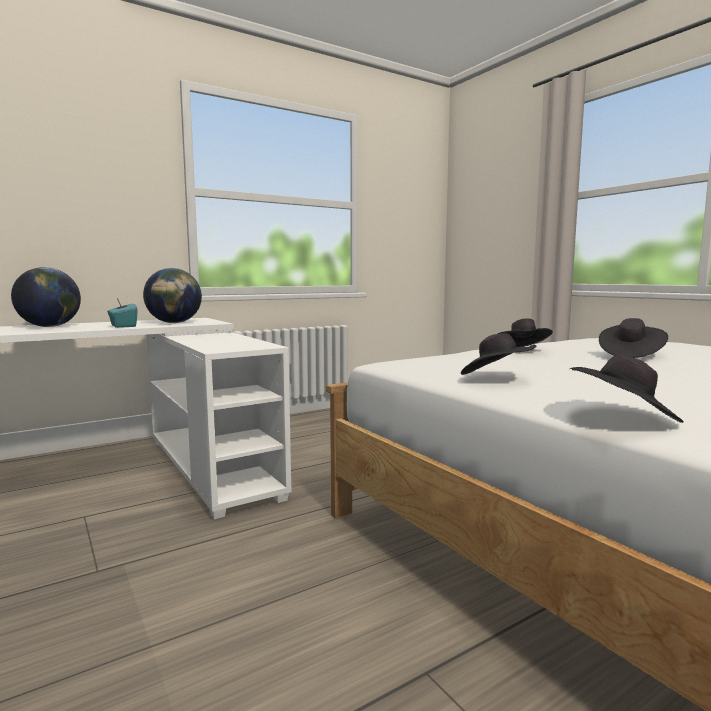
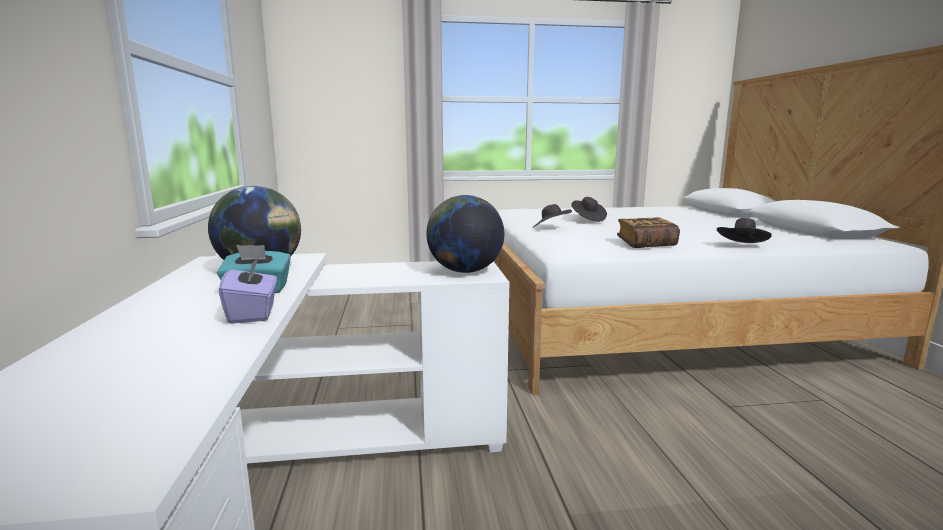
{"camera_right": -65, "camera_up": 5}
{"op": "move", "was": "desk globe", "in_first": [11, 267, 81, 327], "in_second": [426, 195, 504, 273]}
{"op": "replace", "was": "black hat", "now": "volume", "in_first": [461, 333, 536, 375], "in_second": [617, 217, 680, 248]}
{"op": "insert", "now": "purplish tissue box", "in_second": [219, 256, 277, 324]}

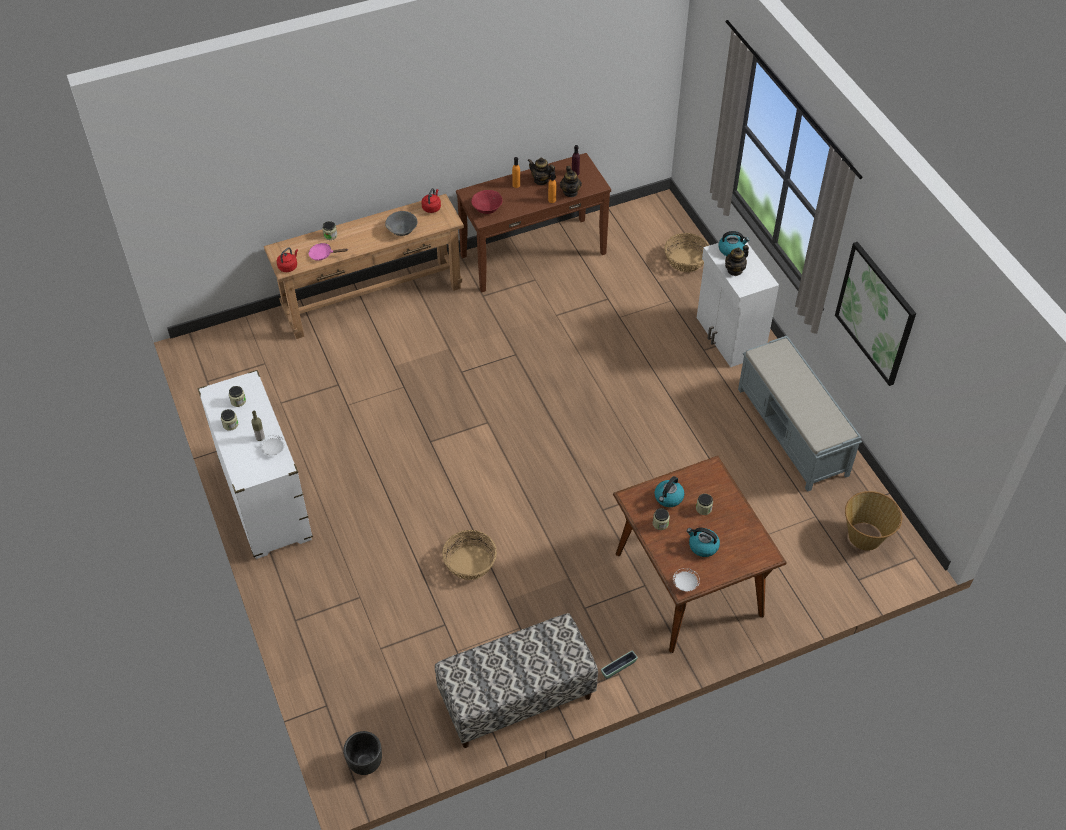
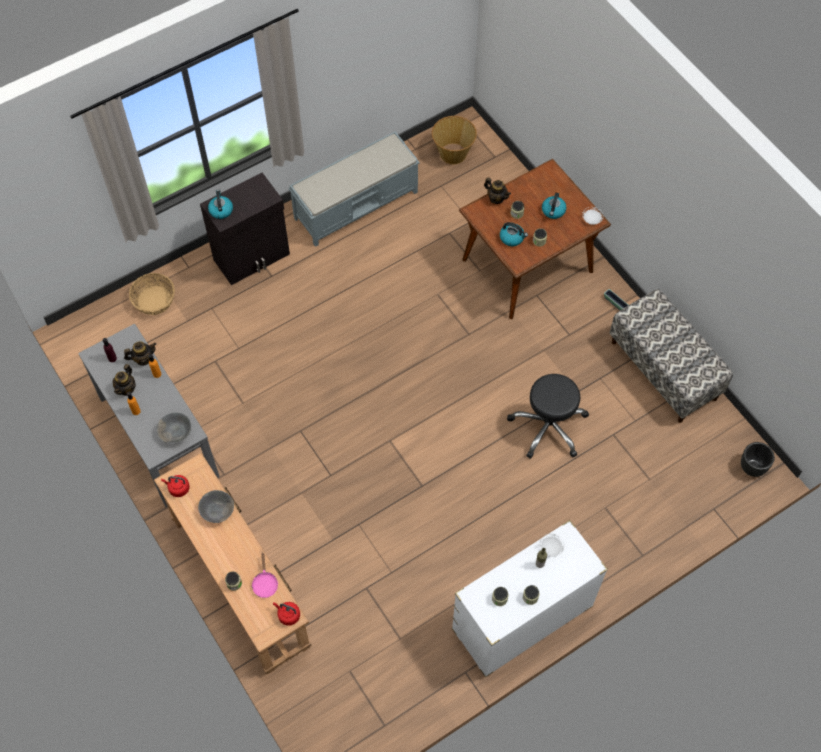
{"camera_right": -100, "camera_up": 10}
{"op": "recolor", "was": "brownish narrow table", "now": "gray narrow table", "in_first": [456, 153, 611, 292], "in_second": [78, 324, 220, 507]}
{"op": "recolor", "was": "red bowl", "now": "gray bowl", "in_first": [471, 190, 503, 214], "in_second": [157, 412, 191, 443]}
{"op": "recolor", "was": "white storage cabinet", "now": "black storage cabinet", "in_first": [697, 236, 779, 367], "in_second": [200, 173, 290, 285]}
{"op": "delete", "was": "wall art", "in_first": [835, 242, 916, 386]}
{"op": "move", "was": "pot for tea", "in_first": [725, 245, 749, 276], "in_second": [484, 177, 511, 204]}
{"op": "replace", "was": "household basket", "now": "black stool", "in_first": [442, 530, 497, 580], "in_second": [507, 374, 589, 459]}

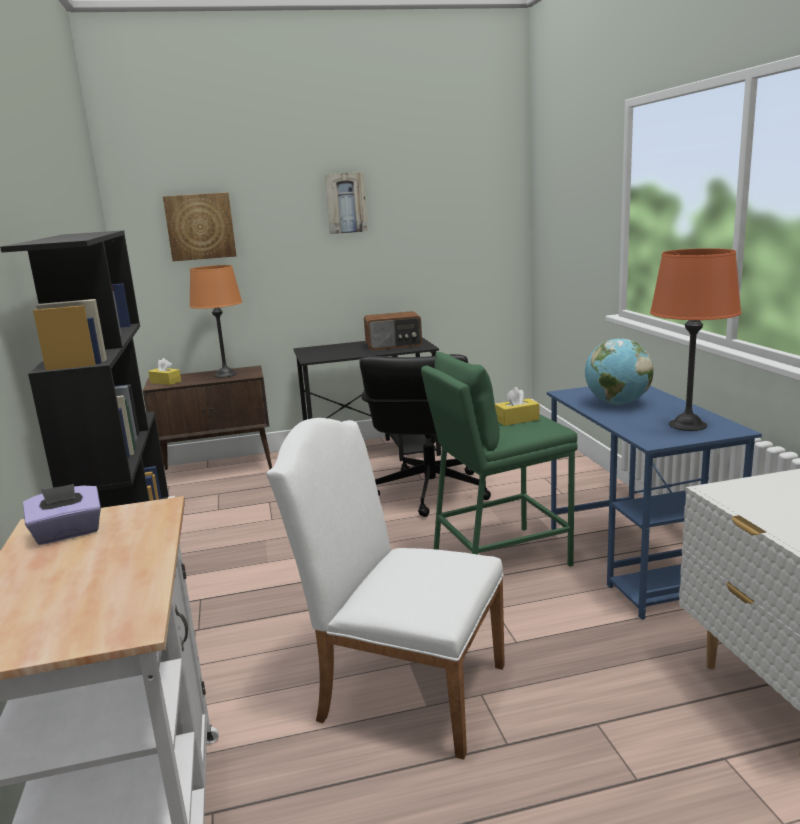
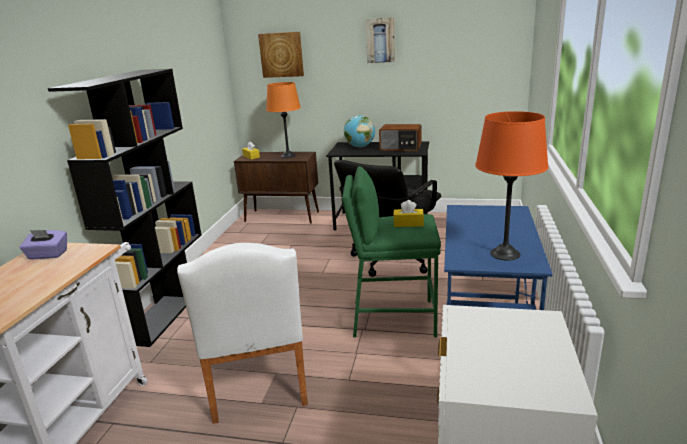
{"camera_right": 25, "camera_up": 5}
{"op": "move", "was": "desk globe", "in_first": [585, 338, 654, 405], "in_second": [344, 115, 375, 147]}
{"op": "rotate", "was": "white plain chair", "in_first": [266, 418, 505, 760], "in_second": [177, 243, 308, 424], "clockwise": -150}

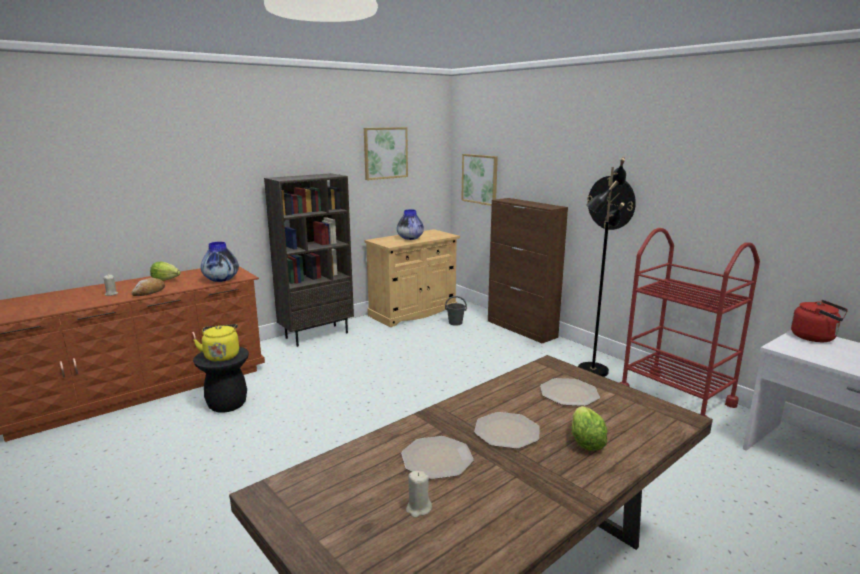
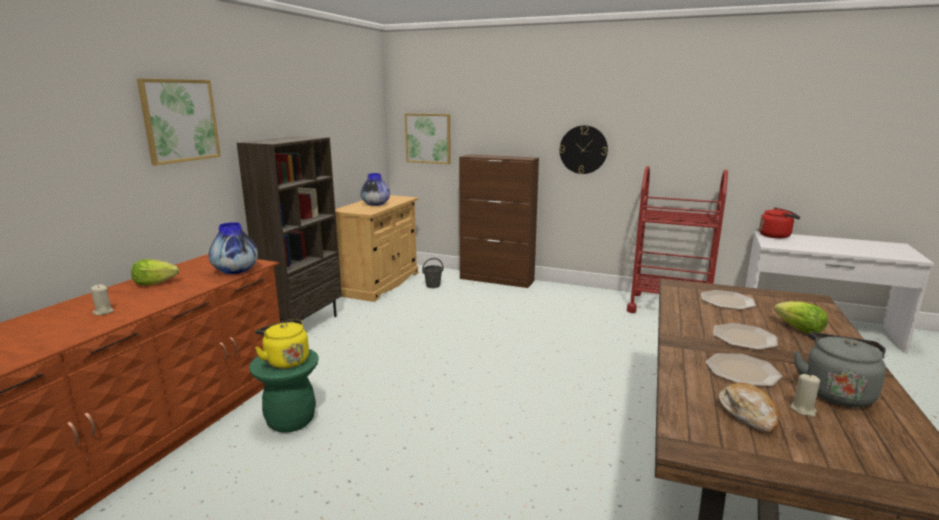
{"camera_right": -30, "camera_up": 0}
{"op": "move", "was": "wall art", "in_first": [364, 127, 408, 180], "in_second": [137, 78, 221, 166]}
{"op": "delete", "was": "black floor lamp", "in_first": [578, 157, 626, 377]}
{"op": "move", "was": "bread", "in_first": [131, 278, 165, 296], "in_second": [718, 383, 780, 434]}
{"op": "recolor", "was": "black stool", "now": "green-coloured stool", "in_first": [193, 347, 249, 413], "in_second": [249, 349, 319, 433]}
{"op": "insert", "now": "gray tea kettle", "in_second": [794, 332, 886, 407]}

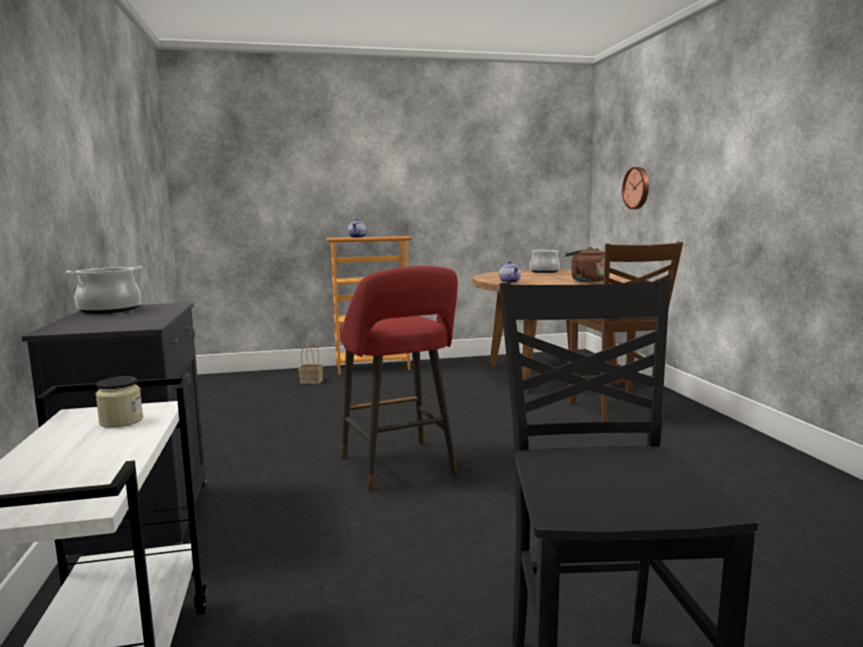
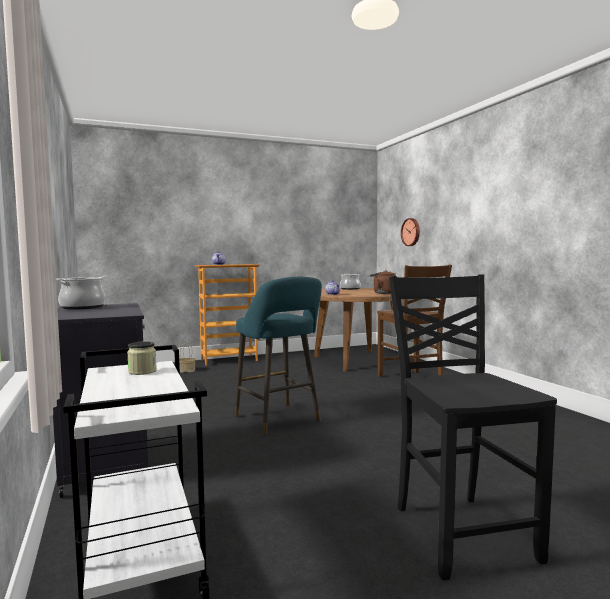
{"camera_right": -10, "camera_up": -5}
{"op": "recolor", "was": "red stool", "now": "blue-green stool", "in_first": [340, 266, 458, 491], "in_second": [235, 277, 322, 435]}

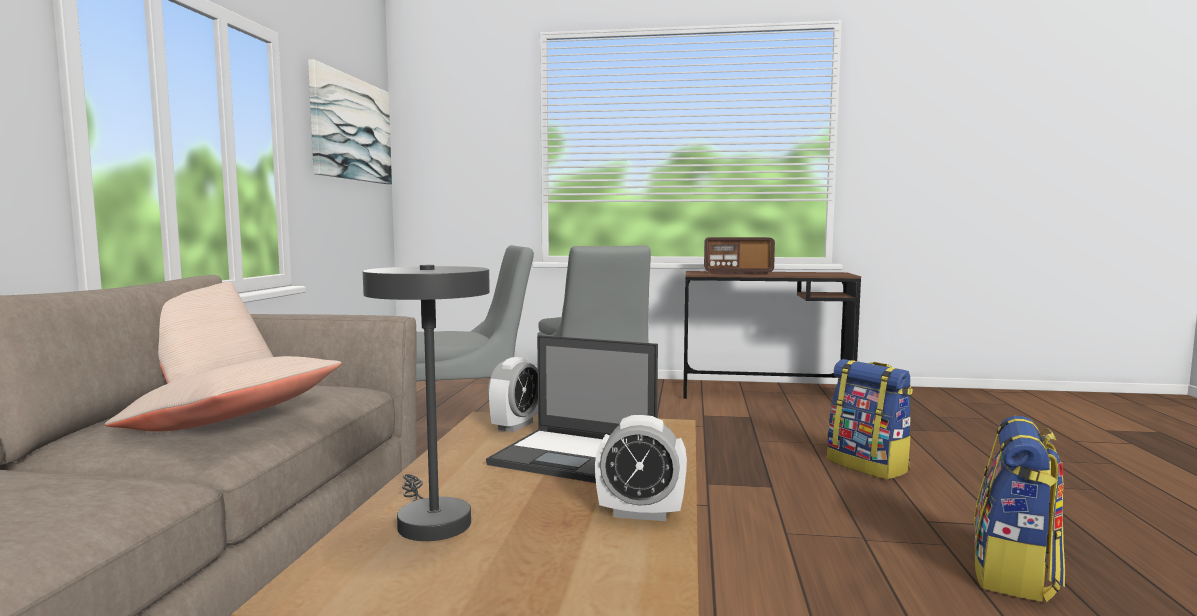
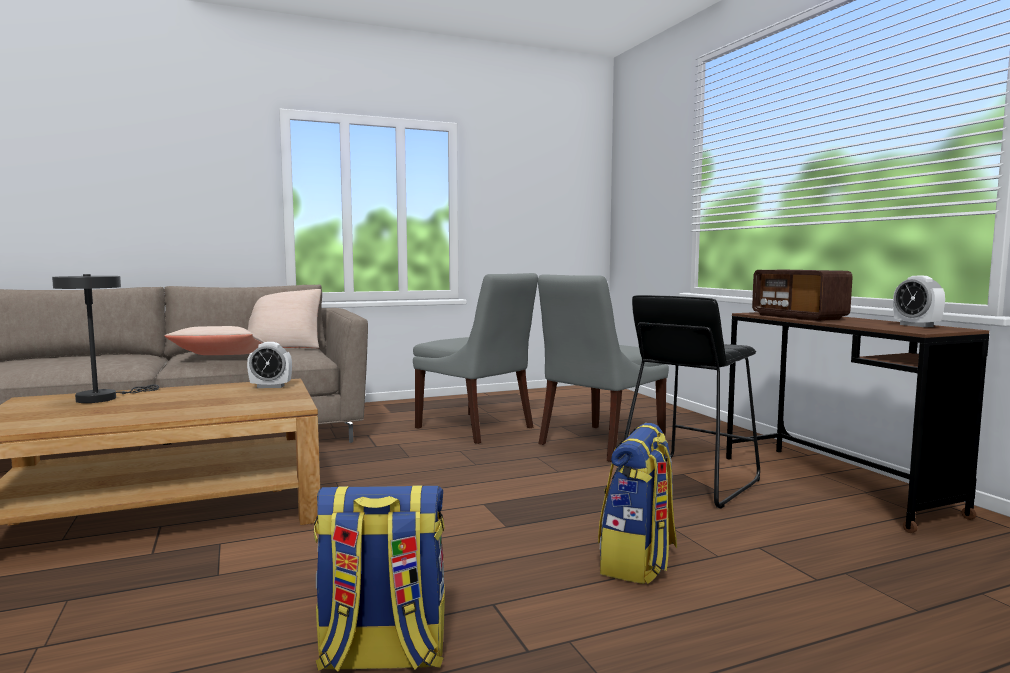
{"camera_right": 60, "camera_up": 0}
{"op": "delete", "was": "wall art", "in_first": [308, 59, 392, 184]}
{"op": "delete", "was": "notebook computer", "in_first": [486, 335, 658, 483]}
{"op": "move", "was": "table clock", "in_first": [595, 415, 687, 521], "in_second": [893, 276, 945, 327]}
{"op": "insert", "now": "black stool", "in_second": [624, 295, 760, 509]}

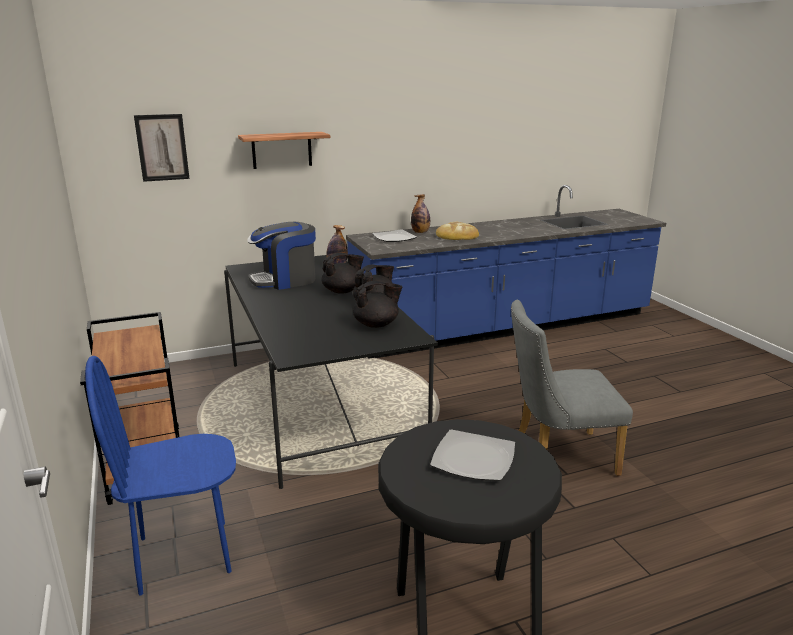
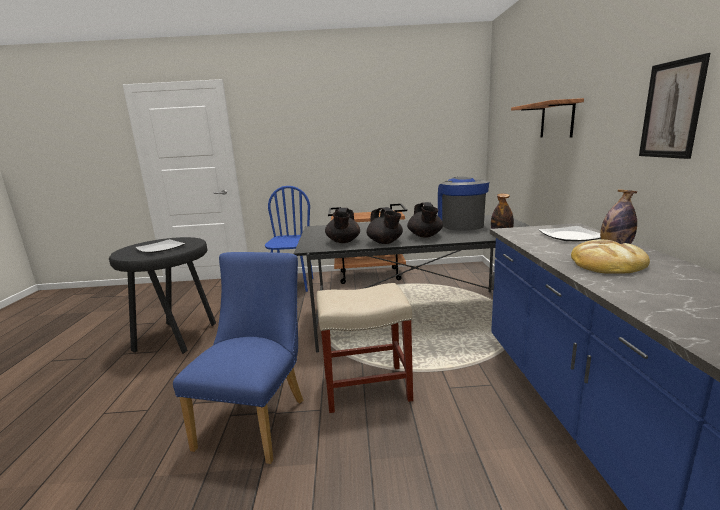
{"camera_right": 110, "camera_up": -5}
{"op": "move", "was": "wall art", "in_first": [134, 114, 189, 182], "in_second": [639, 53, 710, 159]}
{"op": "recolor", "was": "gray plain chair", "now": "bluish plain chair", "in_first": [511, 300, 633, 476], "in_second": [173, 252, 303, 464]}
{"op": "insert", "now": "beige stool", "in_second": [316, 283, 413, 413]}

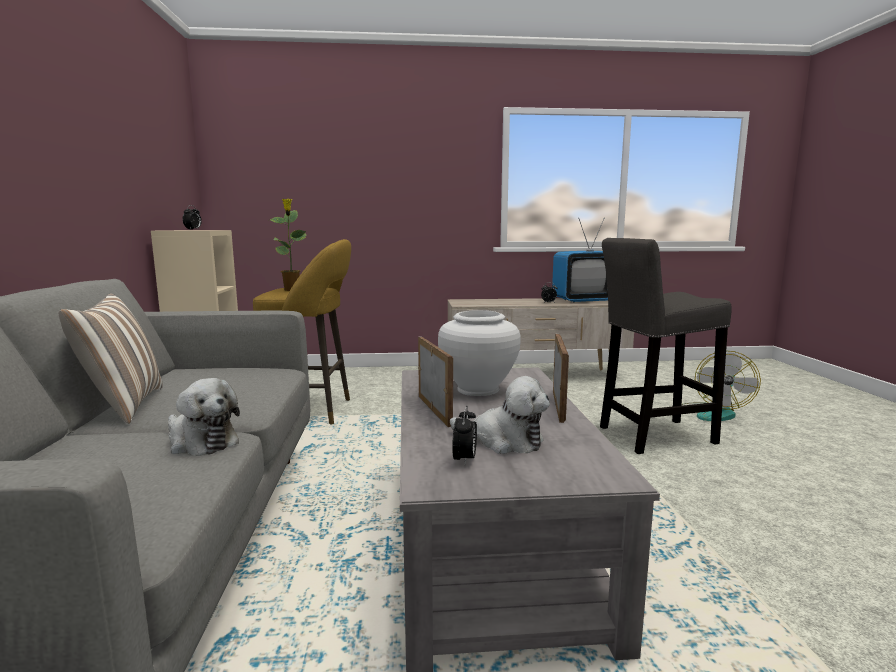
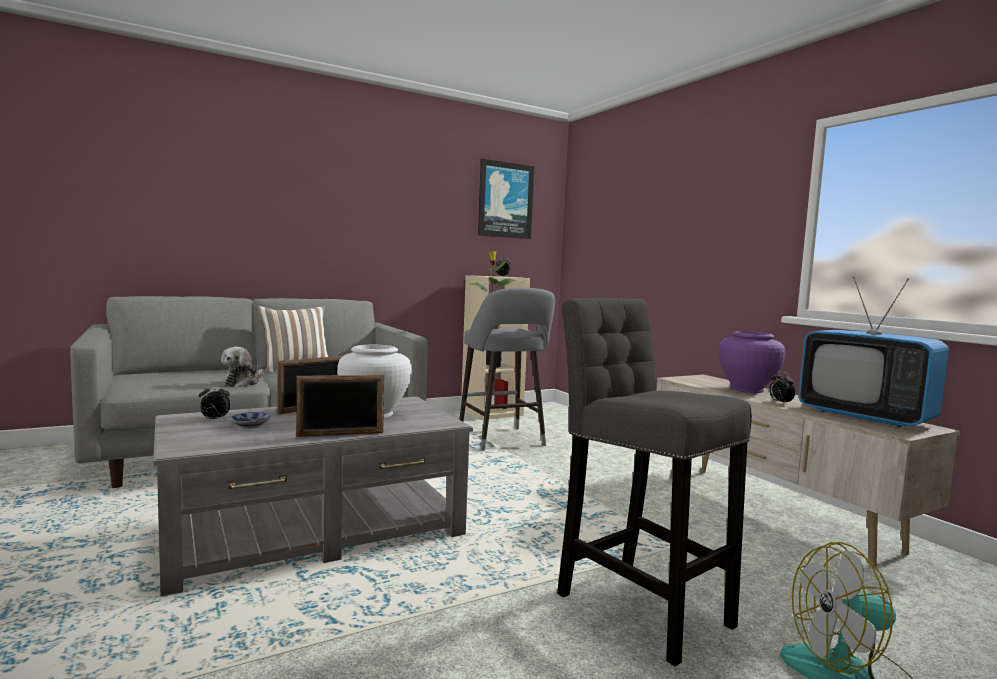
{"camera_right": 65, "camera_up": -5}
{"op": "recolor", "was": "yellow-coloured stool", "now": "gray stool", "in_first": [253, 239, 351, 424], "in_second": [459, 287, 555, 451]}
{"op": "replace", "was": "cuddly toy", "now": "bowl", "in_first": [450, 376, 550, 454], "in_second": [230, 412, 270, 429]}
{"op": "insert", "now": "wall art", "in_second": [478, 159, 534, 239]}
{"op": "insert", "now": "purplish decorative vase", "in_second": [718, 331, 785, 393]}

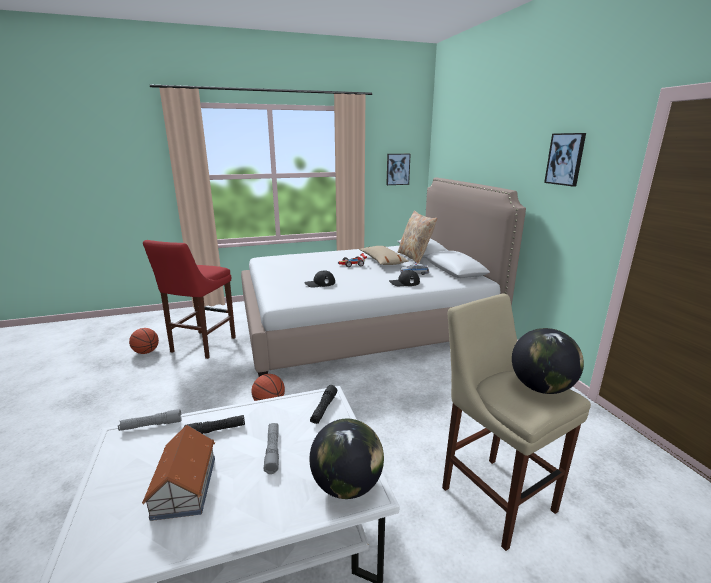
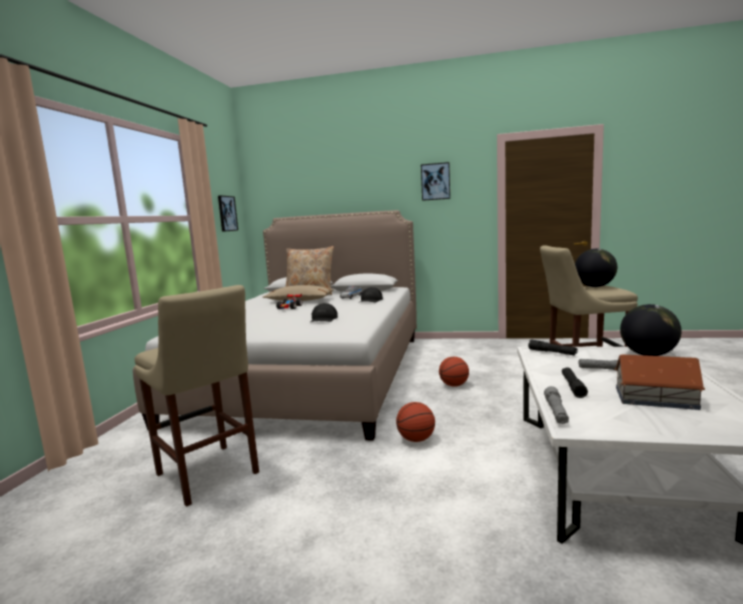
{"camera_right": -60, "camera_up": -10}
{"op": "recolor", "was": "red stool", "now": "beige stool", "in_first": [143, 240, 236, 359], "in_second": [134, 285, 259, 507]}
{"op": "move", "was": "ball for basketball", "in_first": [129, 328, 159, 354], "in_second": [439, 357, 469, 387]}

